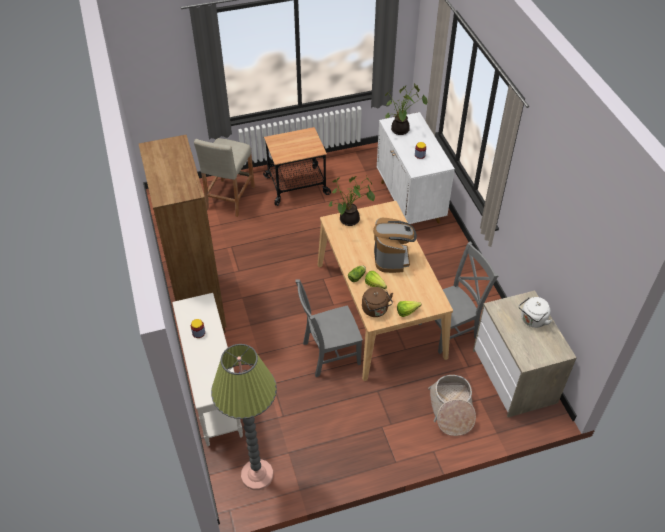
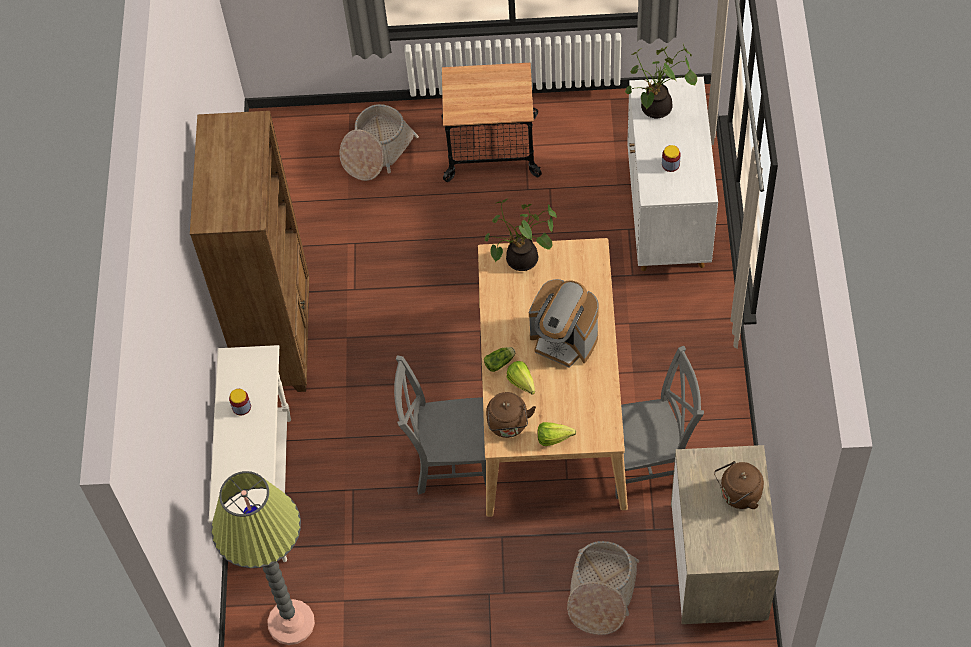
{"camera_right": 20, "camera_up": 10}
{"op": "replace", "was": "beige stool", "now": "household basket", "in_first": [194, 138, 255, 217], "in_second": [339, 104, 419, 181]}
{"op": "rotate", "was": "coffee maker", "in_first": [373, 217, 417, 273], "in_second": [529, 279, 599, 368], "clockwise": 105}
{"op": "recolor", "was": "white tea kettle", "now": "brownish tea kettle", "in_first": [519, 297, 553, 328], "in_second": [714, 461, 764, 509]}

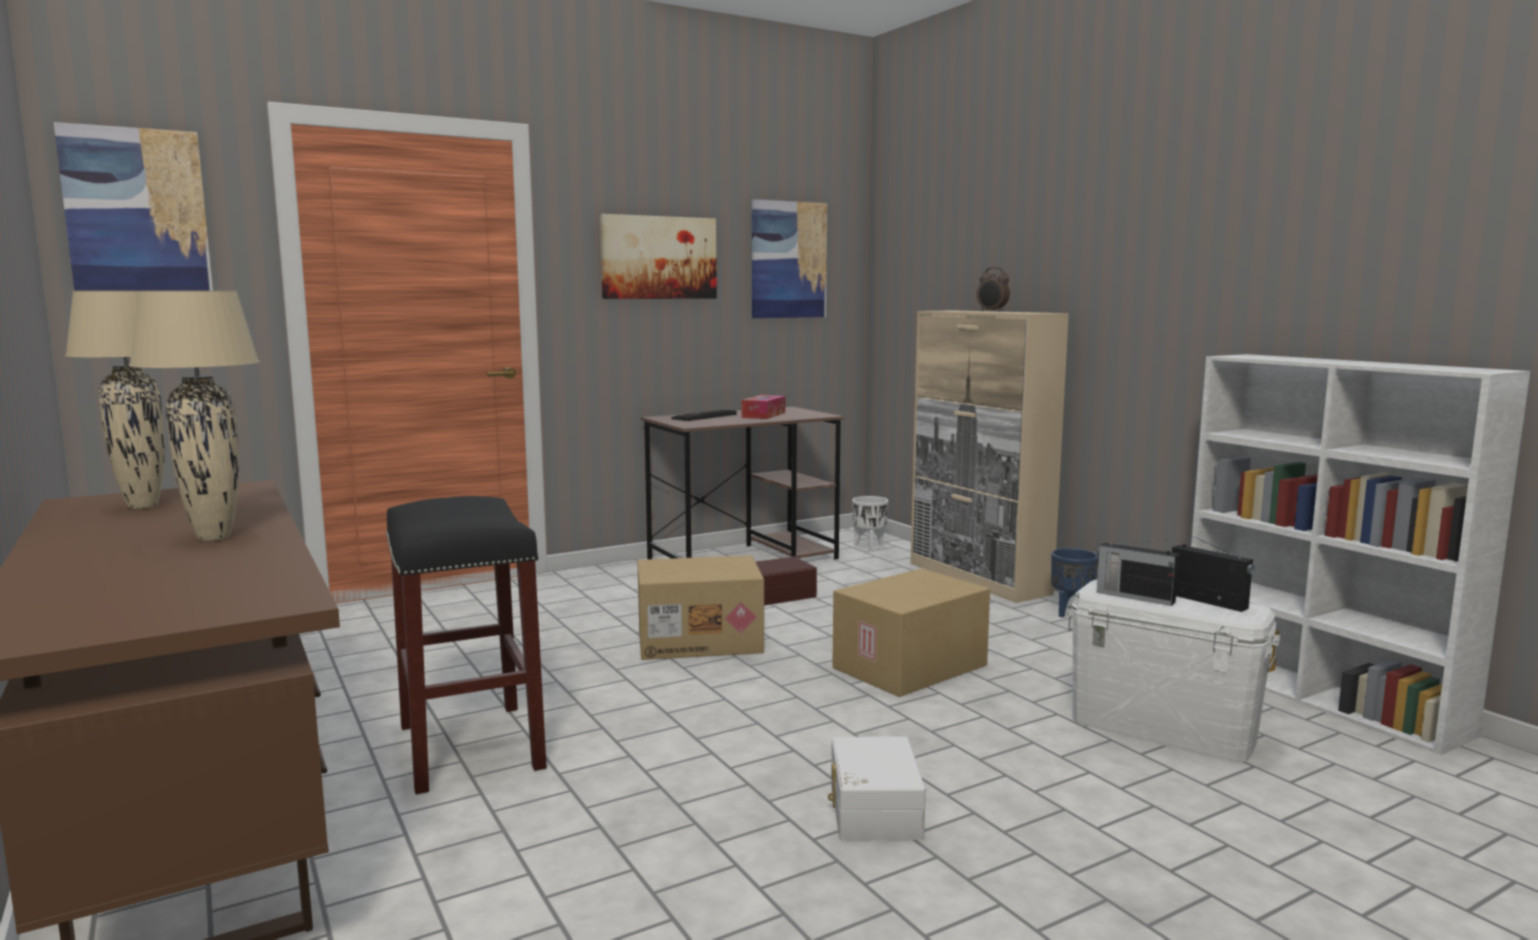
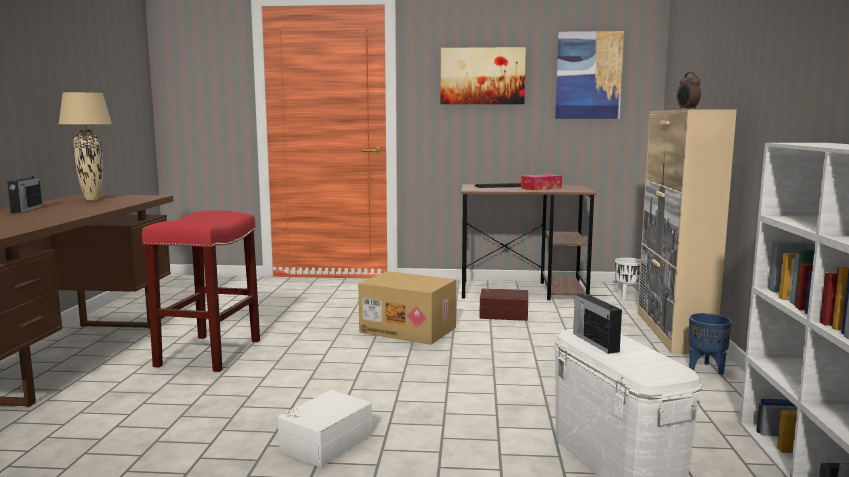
{"camera_right": 35, "camera_up": 0}
{"op": "delete", "was": "wall art", "in_first": [54, 122, 213, 291]}
{"op": "delete", "was": "beige tabletop lamp", "in_first": [129, 291, 260, 541]}
{"op": "recolor", "was": "black stool", "now": "red stool", "in_first": [386, 496, 547, 794], "in_second": [142, 210, 260, 372]}
{"op": "move", "was": "radio", "in_first": [1172, 534, 1254, 612], "in_second": [7, 171, 42, 213]}
{"op": "delete", "was": "carton", "in_first": [832, 568, 990, 697]}

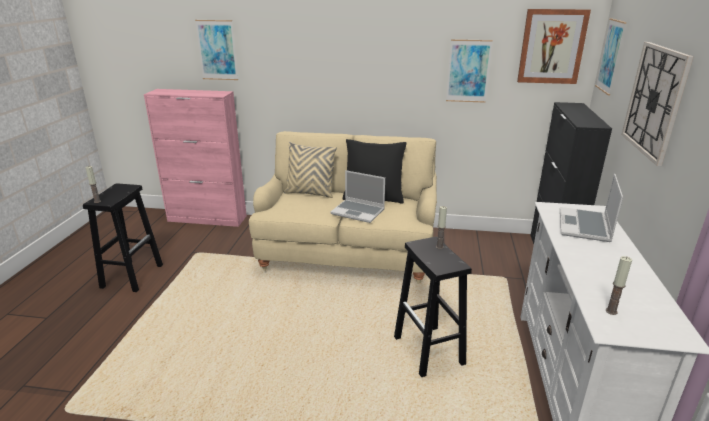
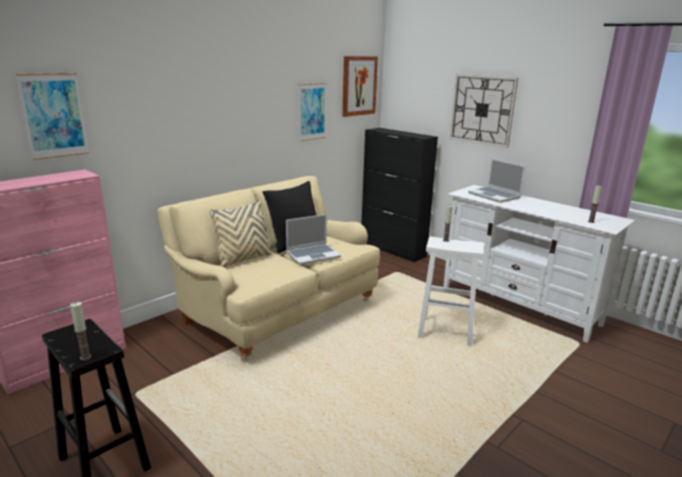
{"camera_right": -55, "camera_up": -5}
{"op": "delete", "was": "wall art", "in_first": [595, 18, 626, 95]}
{"op": "recolor", "was": "black stool", "now": "white stool", "in_first": [394, 237, 472, 377], "in_second": [418, 237, 484, 346]}

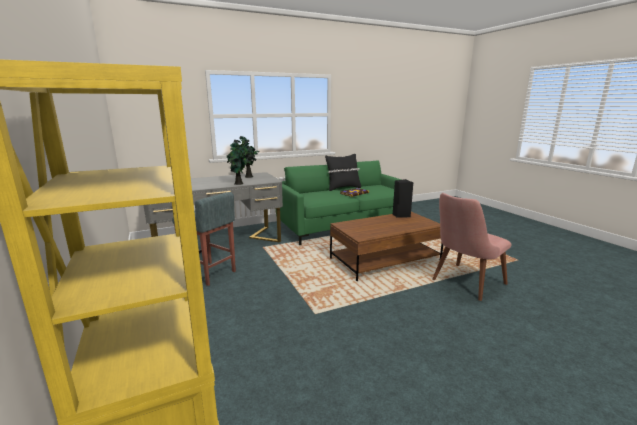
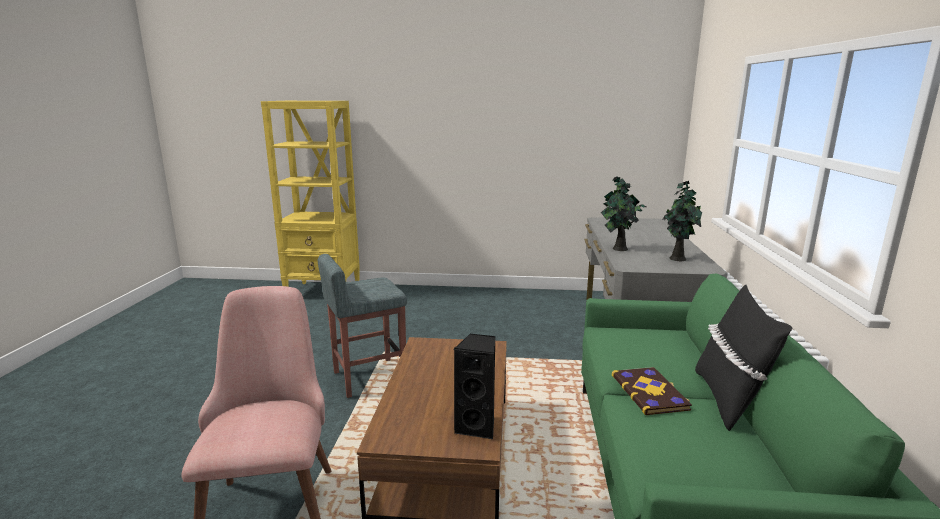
{"camera_right": 120, "camera_up": 0}
{"op": "move", "was": "gray stool", "in_first": [172, 192, 236, 286], "in_second": [318, 254, 407, 398]}

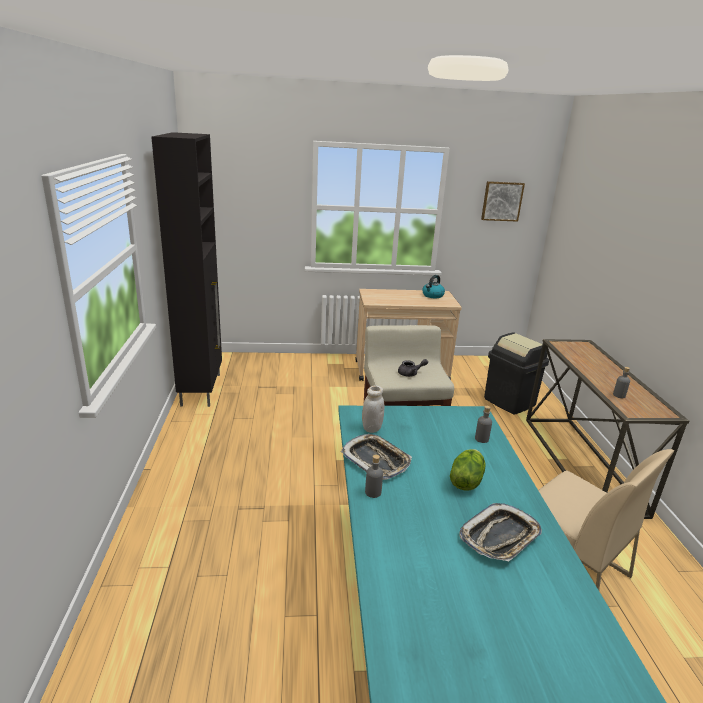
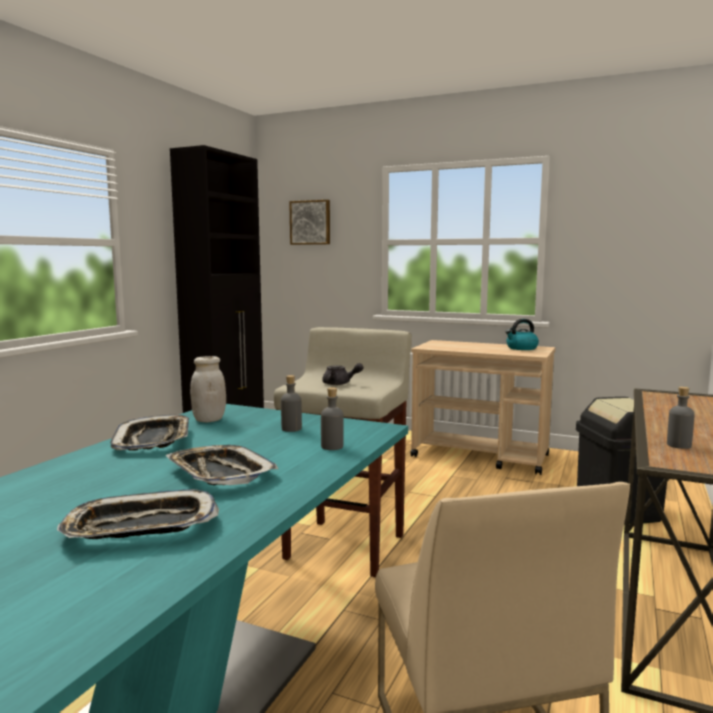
{"camera_right": 30, "camera_up": -15}
{"op": "move", "was": "wall art", "in_first": [481, 181, 525, 222], "in_second": [289, 200, 330, 245]}
{"op": "replace", "was": "lettuce head", "now": "tray", "in_first": [450, 449, 486, 491], "in_second": [165, 445, 278, 485]}
{"op": "move", "was": "gray beverage bottle", "in_first": [365, 455, 383, 498], "in_second": [281, 375, 302, 432]}

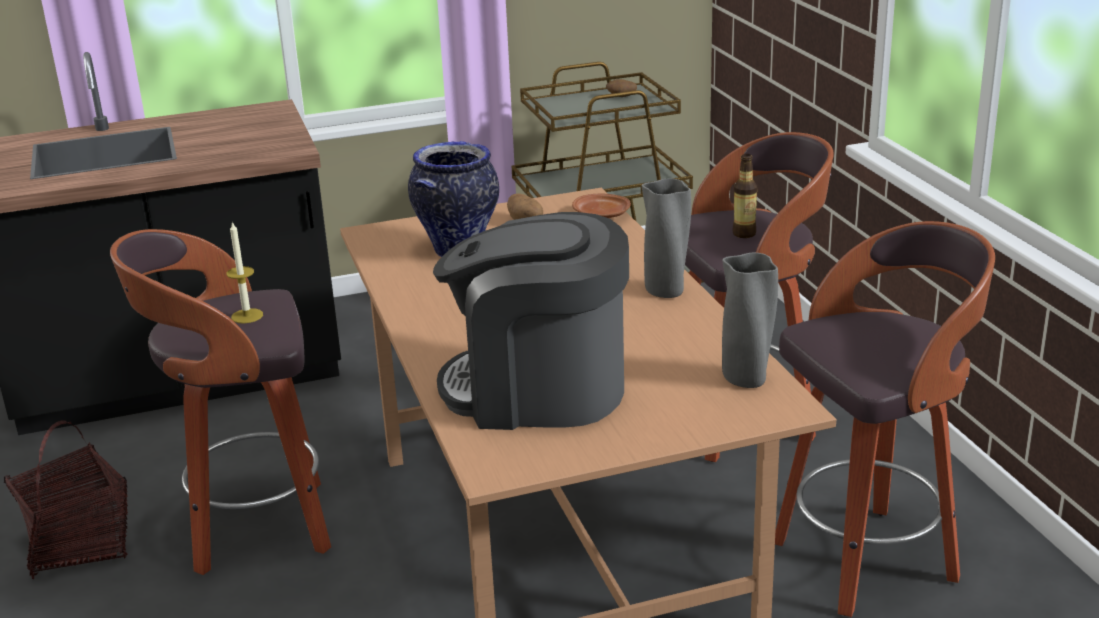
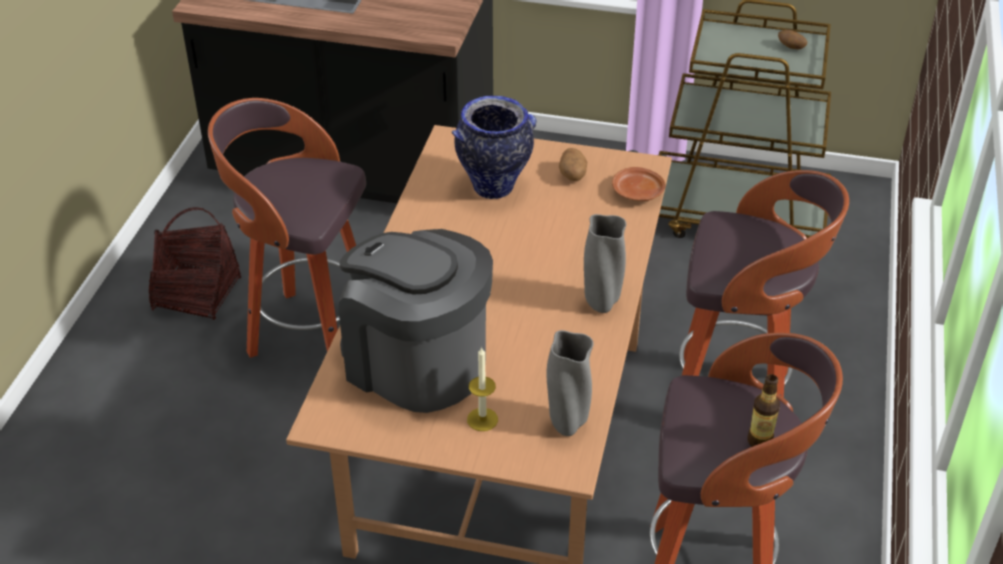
{"camera_right": 30, "camera_up": 15}
{"op": "move", "was": "beverage bottle", "in_first": [733, 154, 757, 238], "in_second": [748, 374, 780, 447]}
{"op": "move", "was": "wax candle", "in_first": [227, 222, 263, 323], "in_second": [467, 347, 498, 431]}

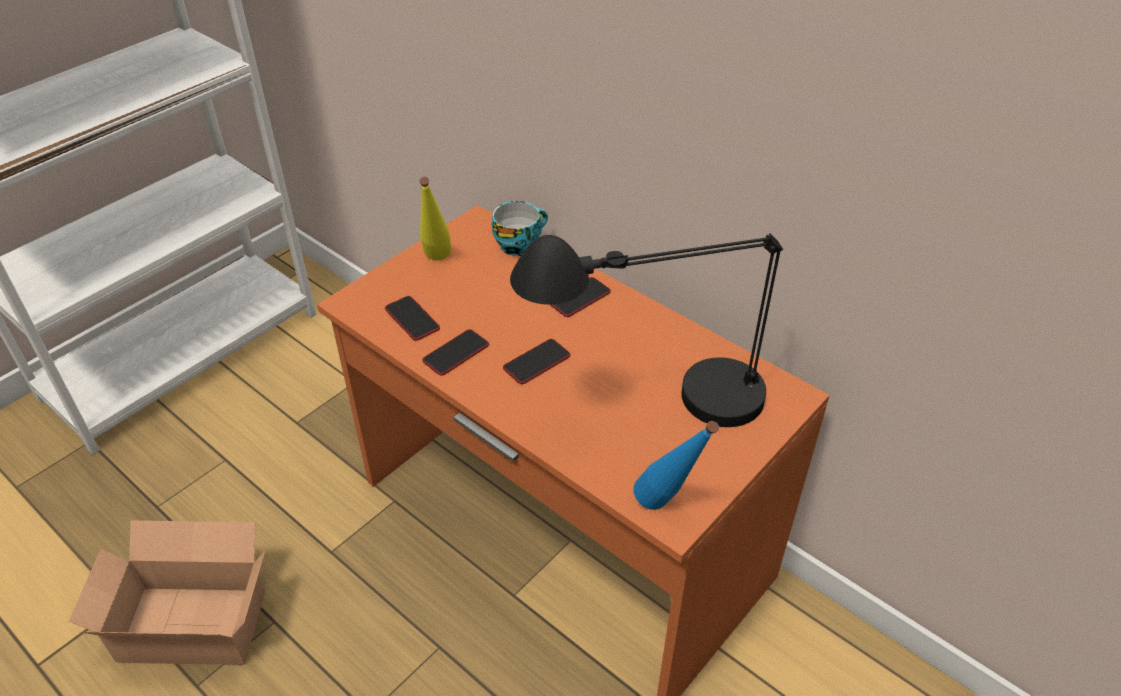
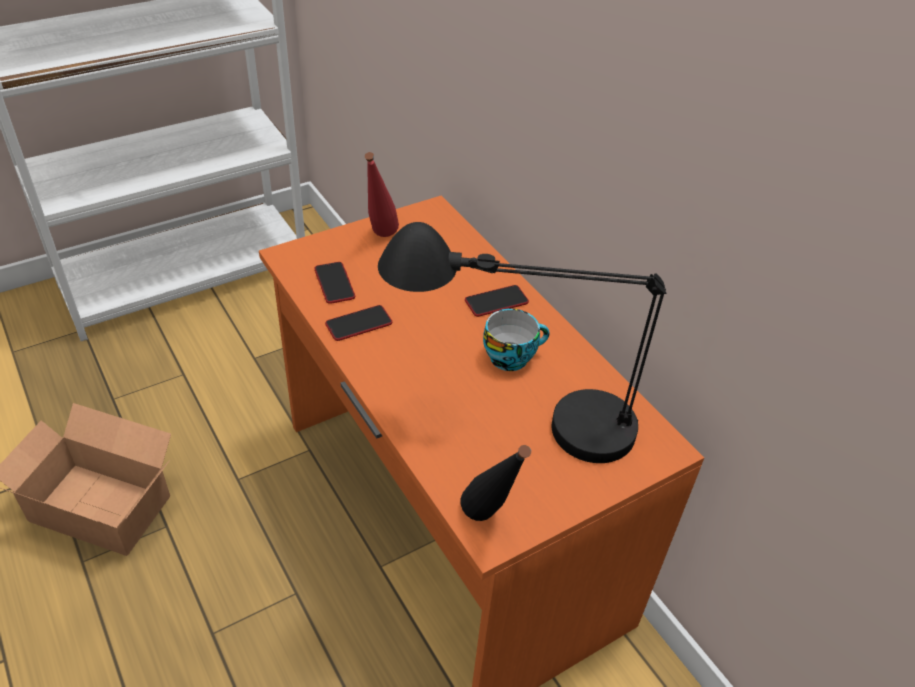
{"camera_right": 15, "camera_up": 0}
{"op": "recolor", "was": "yellow-coloured beverage bottle", "now": "red beverage bottle", "in_first": [419, 177, 452, 261], "in_second": [365, 152, 399, 237]}
{"op": "move", "was": "drinking cup", "in_first": [492, 201, 548, 256], "in_second": [483, 309, 549, 371]}
{"op": "delete", "was": "telephone", "in_first": [503, 339, 570, 384]}
{"op": "recolor", "was": "bluish beverage bottle", "now": "black beverage bottle", "in_first": [633, 421, 719, 510], "in_second": [461, 445, 531, 521]}

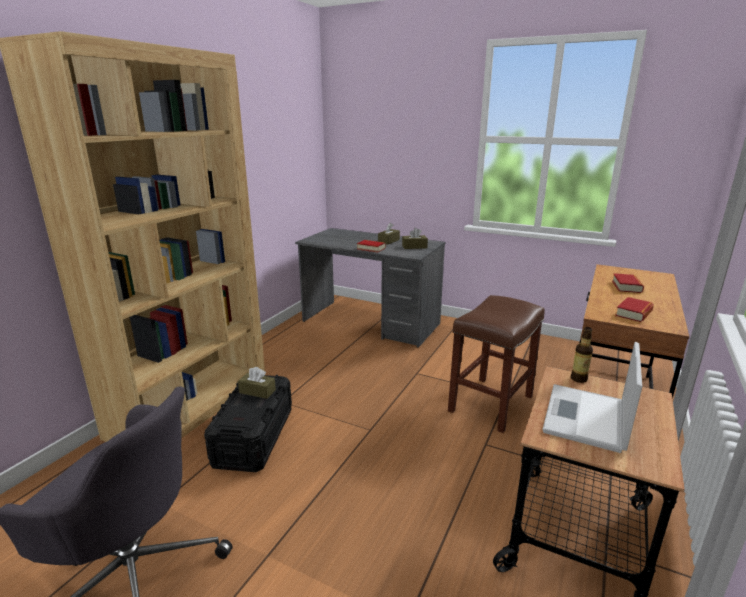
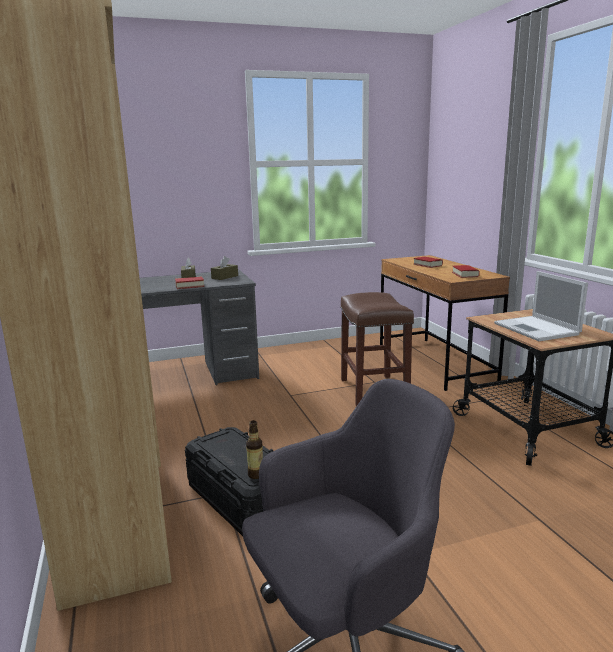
{"camera_right": -45, "camera_up": -5}
{"op": "move", "was": "beverage bottle", "in_first": [571, 327, 593, 383], "in_second": [246, 420, 263, 479]}
{"op": "delete", "was": "brownish tissue box", "in_first": [238, 367, 276, 399]}

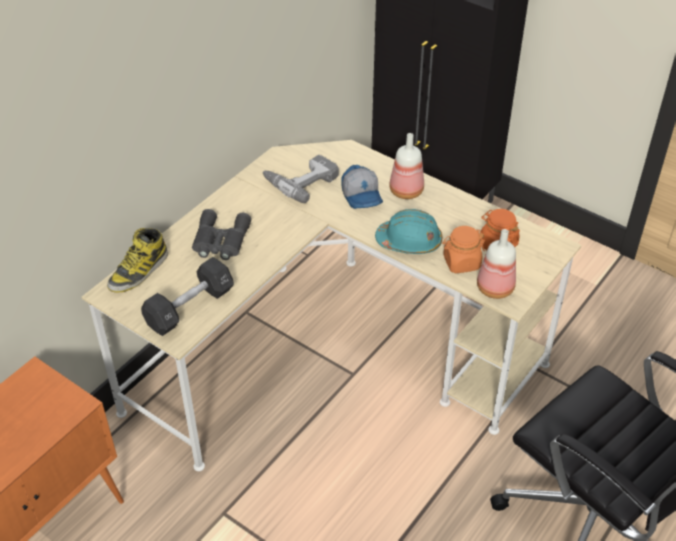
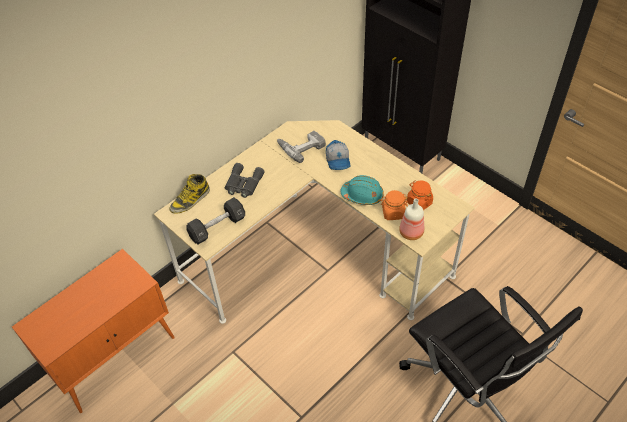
{"camera_right": 10, "camera_up": 5}
{"op": "delete", "was": "beverage bottle", "in_first": [389, 133, 424, 199]}

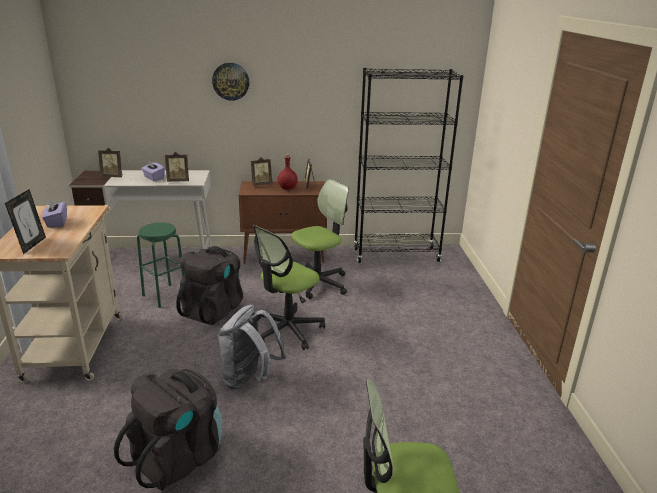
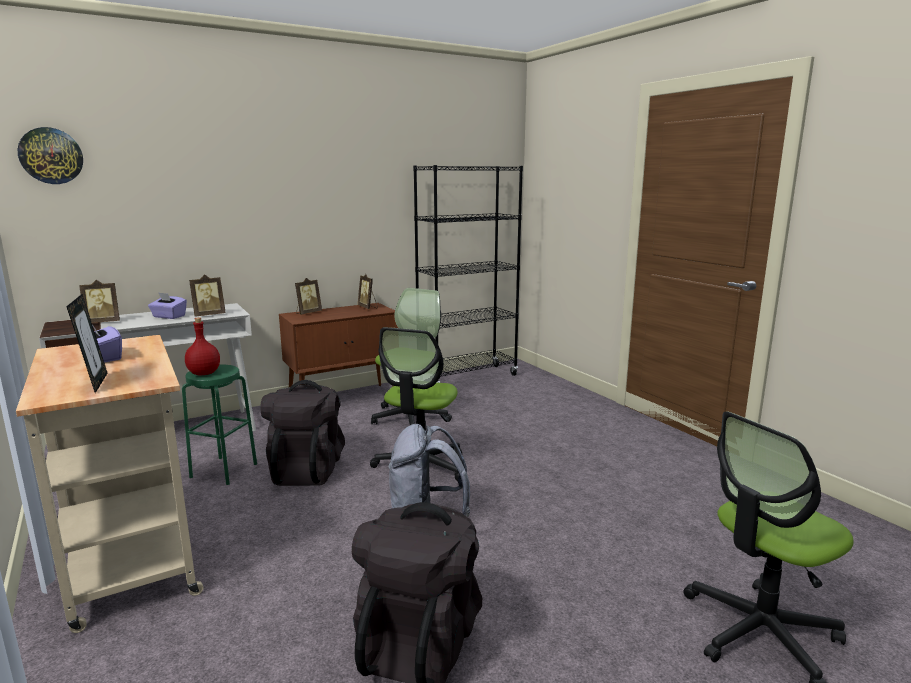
{"camera_right": -25, "camera_up": -10}
{"op": "move", "was": "hanging clock", "in_first": [212, 63, 249, 101], "in_second": [18, 127, 83, 184]}
{"op": "move", "was": "red beverage bottle", "in_first": [278, 154, 298, 190], "in_second": [185, 317, 220, 375]}

